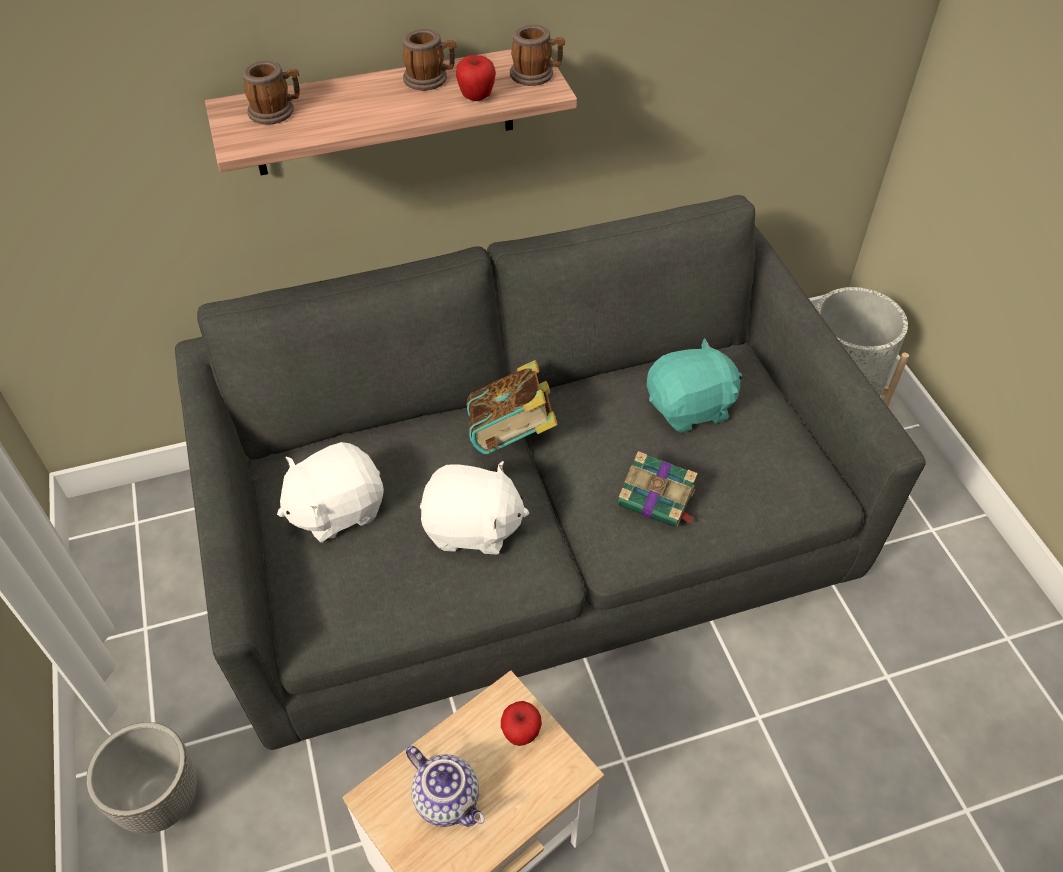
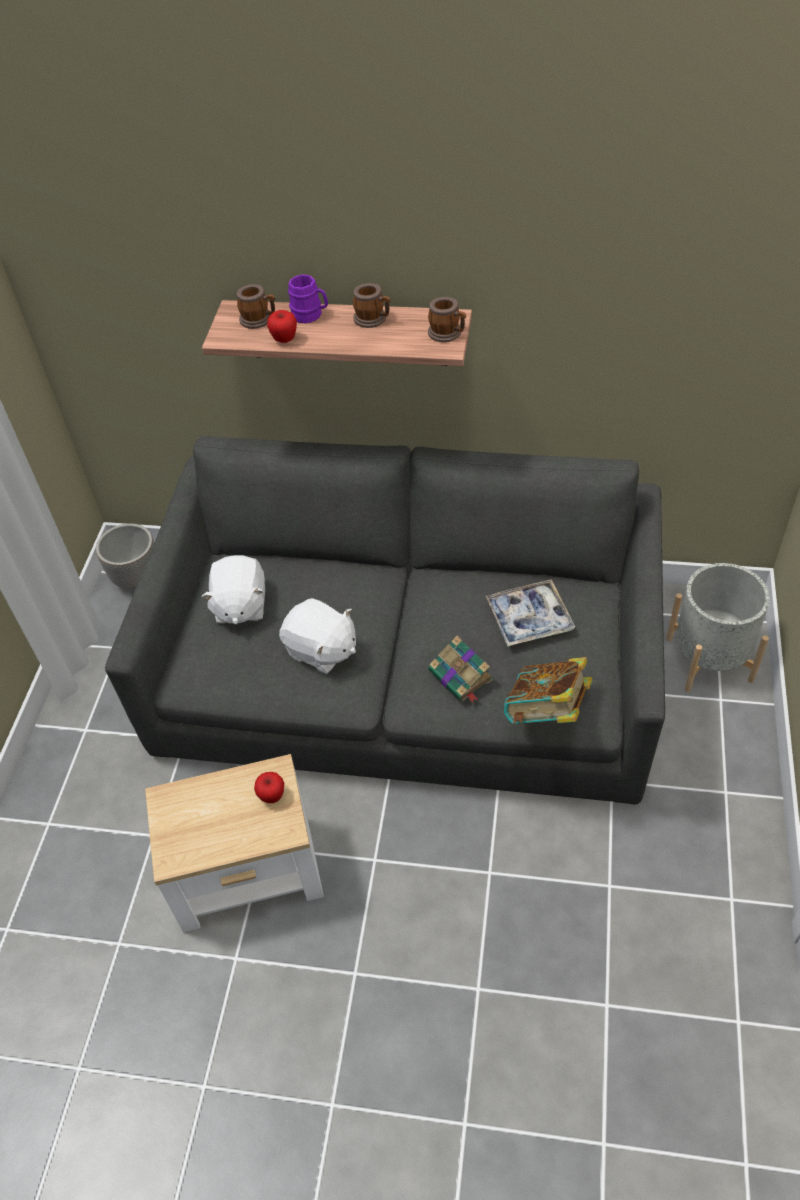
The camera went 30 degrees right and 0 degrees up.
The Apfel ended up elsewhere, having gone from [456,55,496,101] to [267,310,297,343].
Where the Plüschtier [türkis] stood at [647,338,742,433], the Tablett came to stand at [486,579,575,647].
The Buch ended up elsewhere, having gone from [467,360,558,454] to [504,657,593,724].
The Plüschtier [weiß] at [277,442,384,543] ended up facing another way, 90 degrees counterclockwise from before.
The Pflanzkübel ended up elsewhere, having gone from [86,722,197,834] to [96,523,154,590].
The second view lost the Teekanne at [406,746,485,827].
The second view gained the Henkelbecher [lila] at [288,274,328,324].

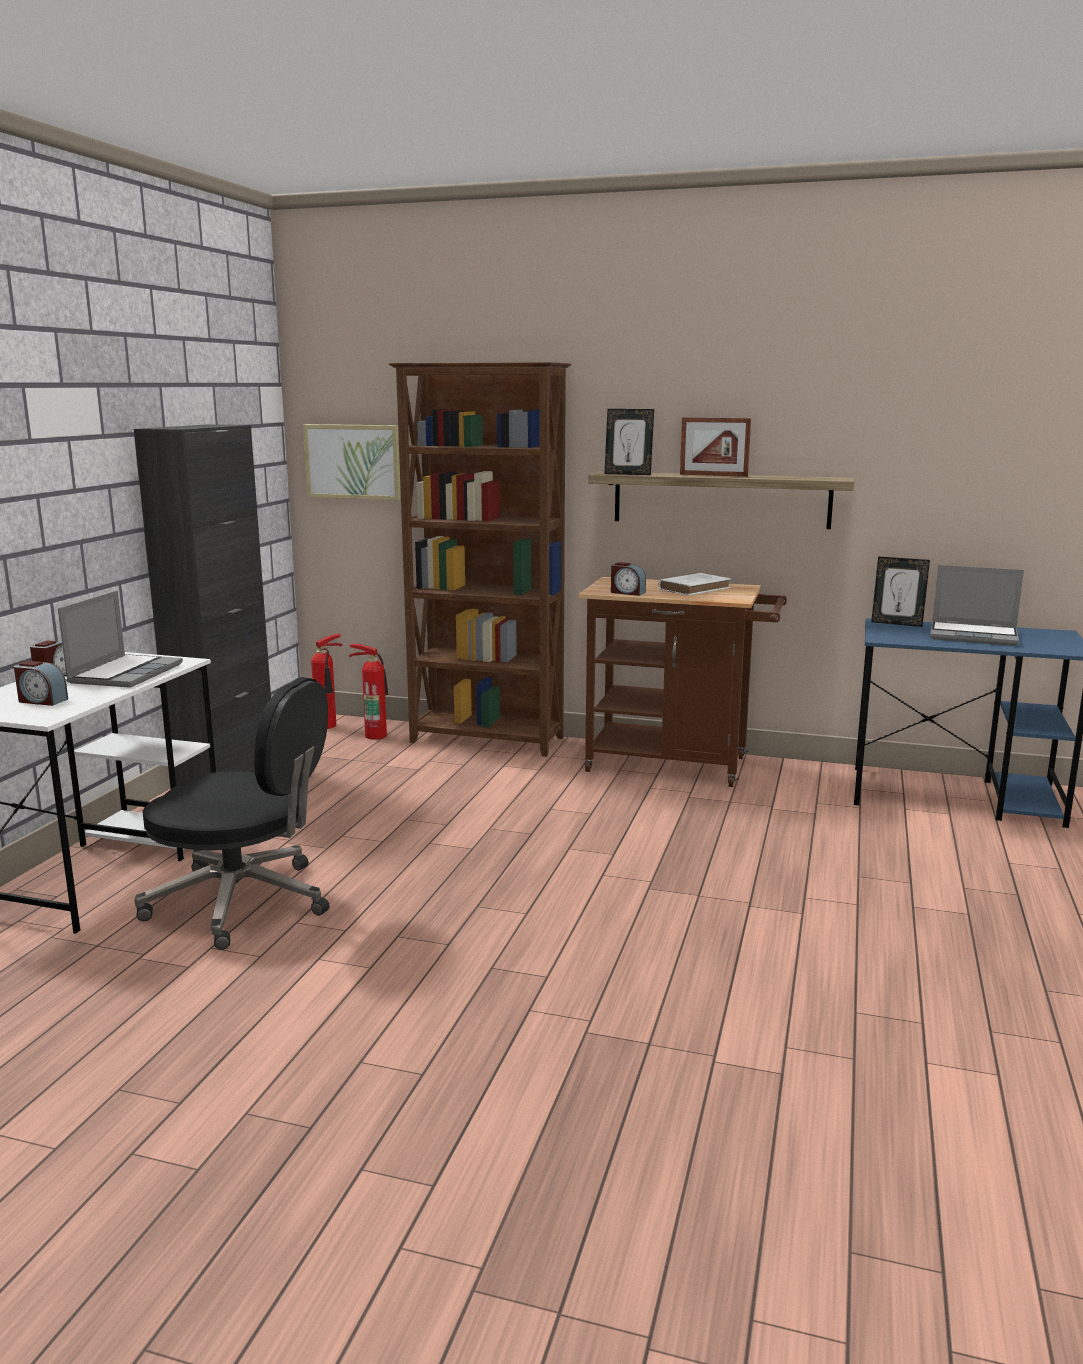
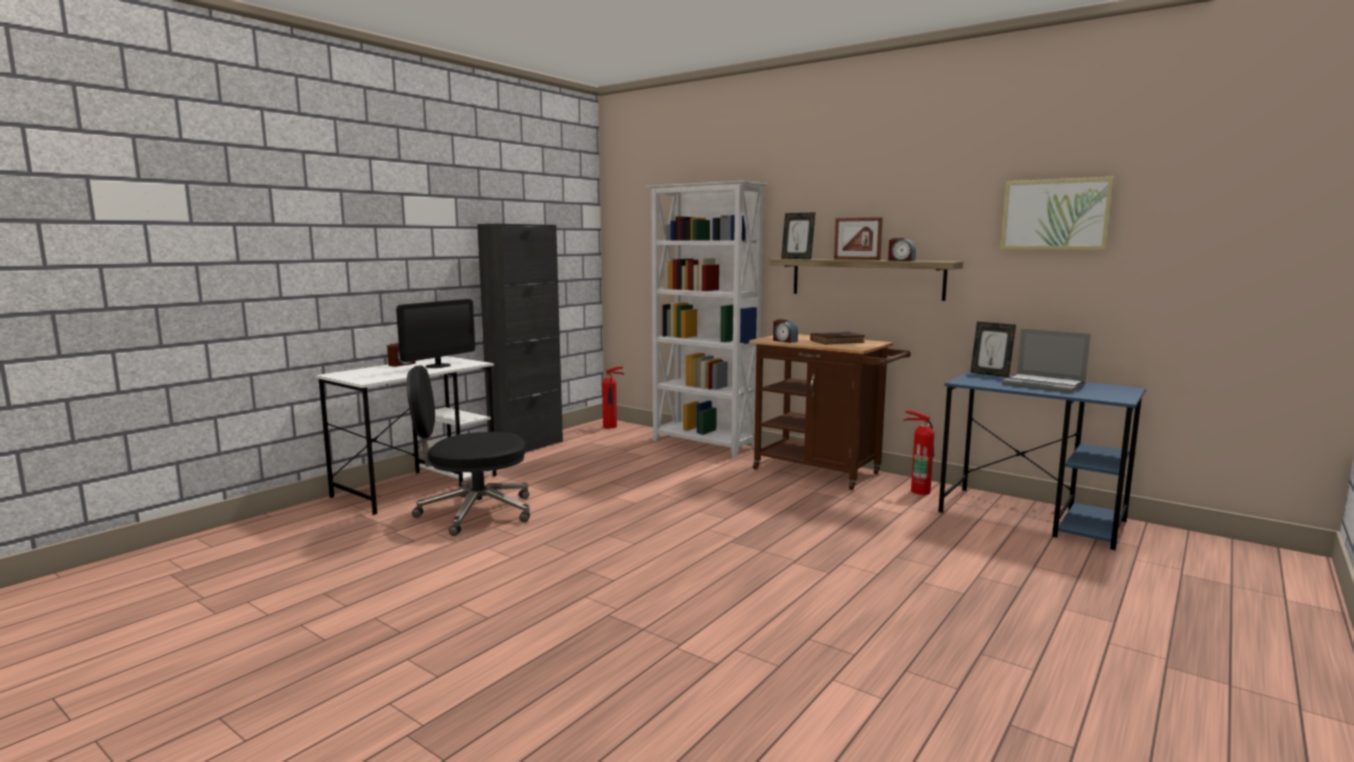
The camera went 20 degrees right and 5 degrees down.
What was the Bücherregal [braun] at [389,362,571,757] turned into the Bücherregal [weiß] at [646,181,767,458].
The Bild ended up elsewhere, having gone from [303,424,401,500] to [1000,177,1115,250].
What was the Buch [weiß] at [658,573,730,596] turned into the Buch [braun] at [810,332,865,344].
Where the Laptop stood at [58,590,183,688], the Monitor came to stand at [396,299,475,368].
The Feuerlöscher ended up elsewhere, having gone from [349,644,388,740] to [904,410,934,495].
The Wecker ended up elsewhere, having gone from [14,661,68,706] to [888,238,916,261].
The Bürostuhl [schwarz] at [134,677,330,950] ended up facing another way, 135 degrees clockwise from before.

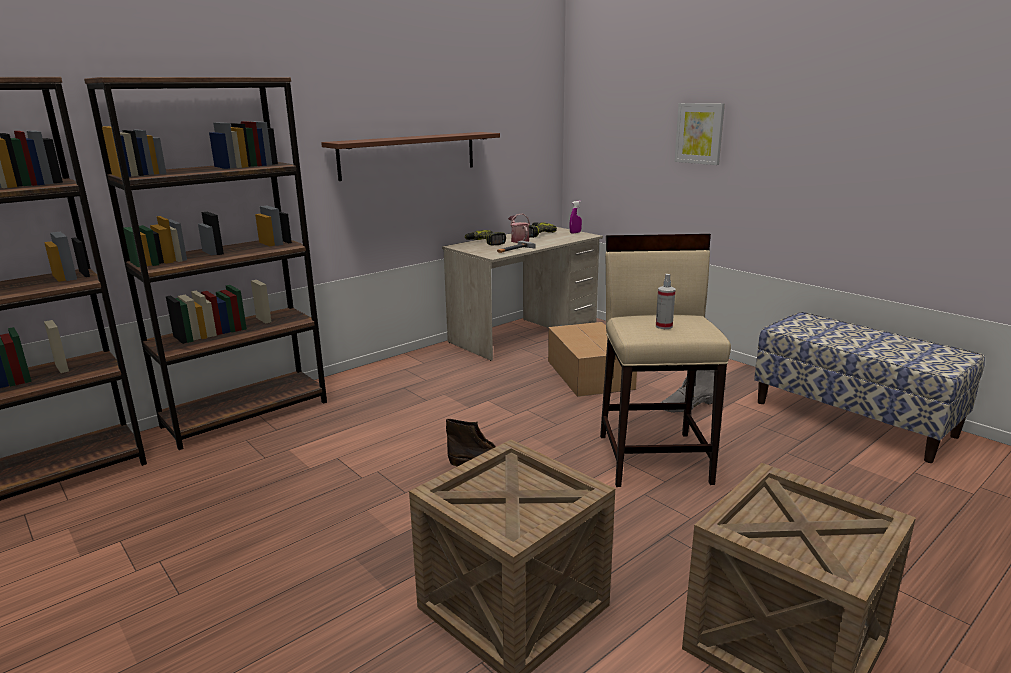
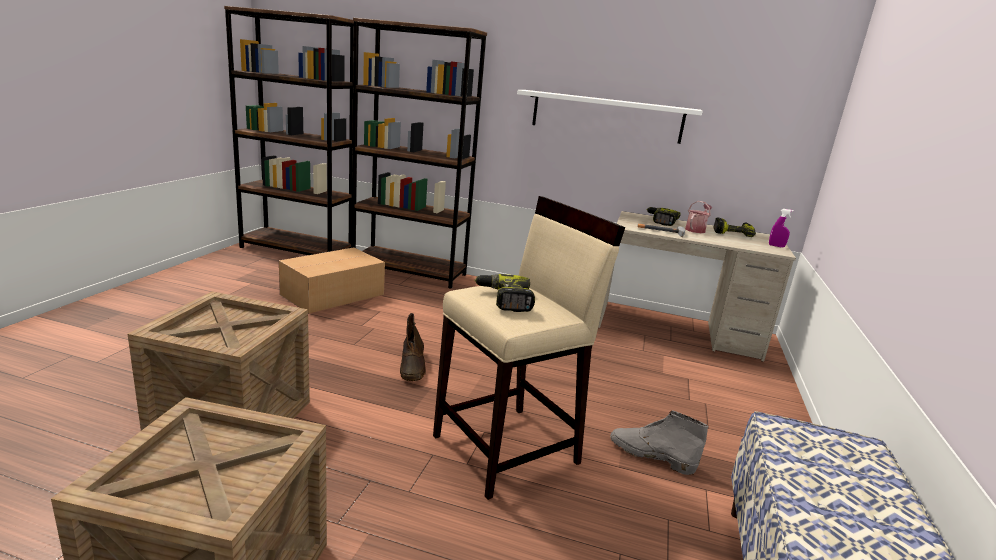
The camera went 55 degrees right and 0 degrees up.
The second view lost the Bild at [674,103,725,165].
What was the Wandregal [braun] at [321,132,500,181] turned into the Wandregal [weiß] at [517,90,703,144].
Where the Sprühflasche stood at [656,274,676,329], the Bohrmaschine came to stand at [474,274,535,312].
The Karton ended up elsewhere, having gone from [548,322,637,397] to [279,248,385,314].

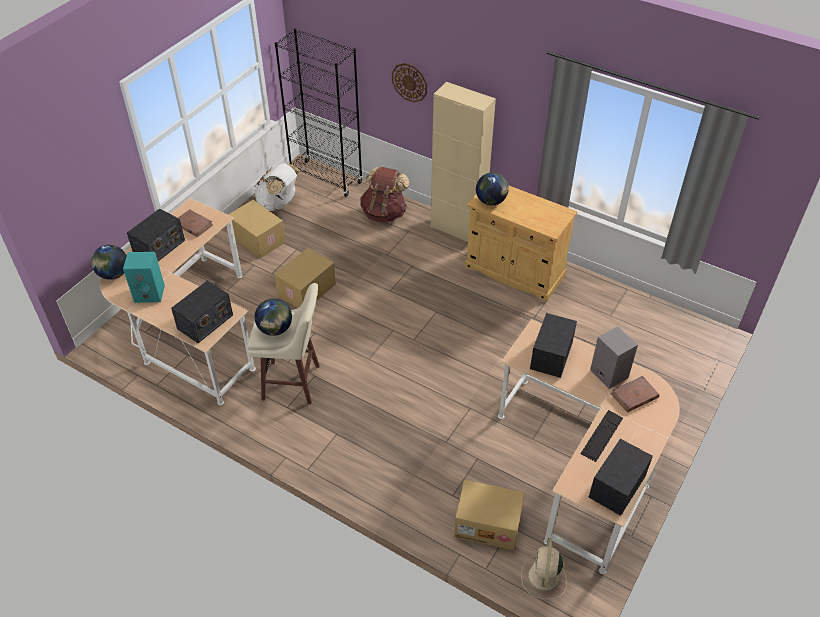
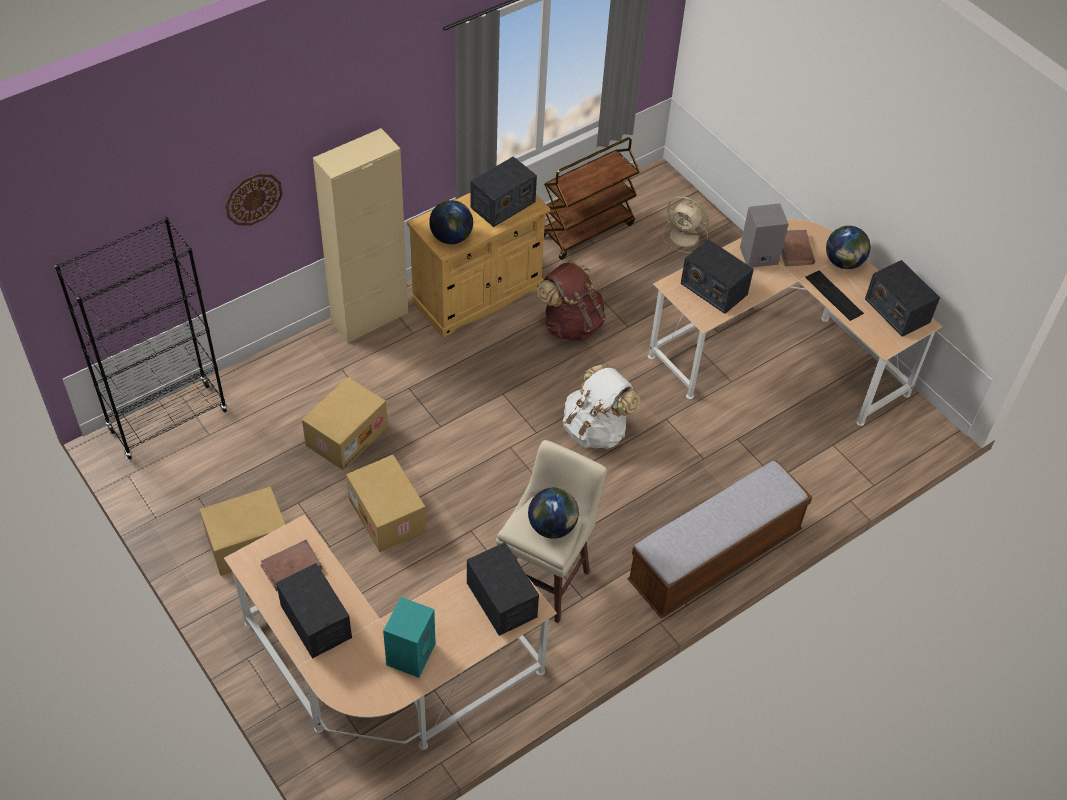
The camera went 70 degrees left and 5 degrees up.
The Rucksack [weiß] ended up elsewhere, having gone from [254,164,300,211] to [563,364,641,449].
The Rucksack [braun] ended up elsewhere, having gone from [360,167,409,223] to [536,260,606,341].
The Globus ended up elsewhere, having gone from [91,245,127,280] to [826,226,870,269].
The Karton ended up elsewhere, having gone from [454,480,524,550] to [302,377,388,470].
The Ventilator [beige] ended up elsewhere, having gone from [521,538,567,599] to [662,196,709,253].
The second view gained the Rollwagen [braun] at [544,137,640,260].
The second view gained the Radio at [470,156,537,227].
The second view gained the Bank at [628,460,812,619].

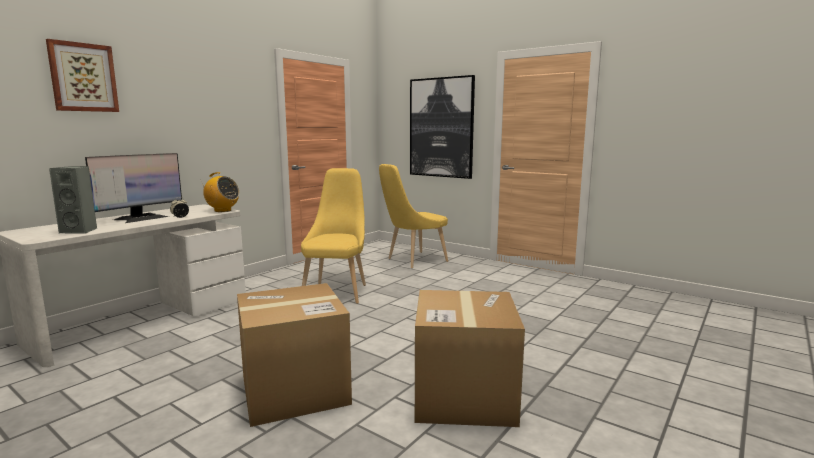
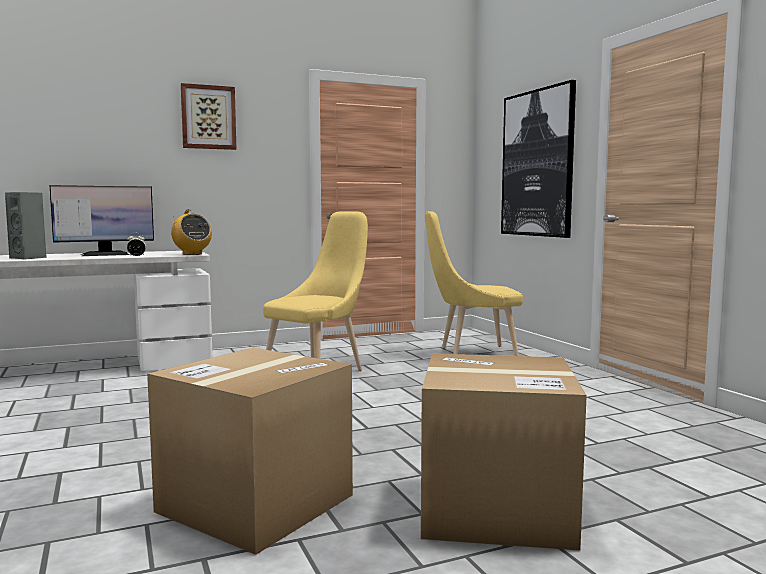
The camera went 30 degrees right and 5 degrees down.
The Bild ended up elsewhere, having gone from [46,39,119,112] to [181,83,236,150].
The Karton ended up elsewhere, having gone from [237,283,352,427] to [421,353,587,551].

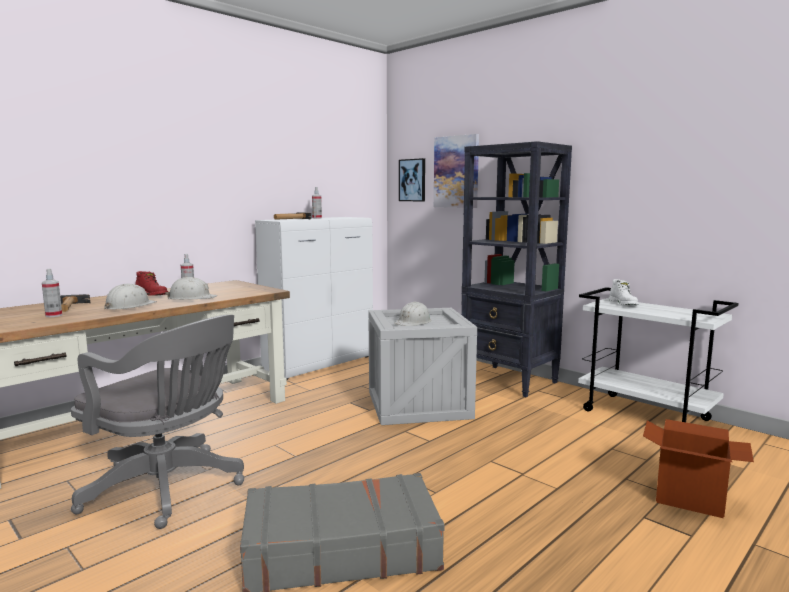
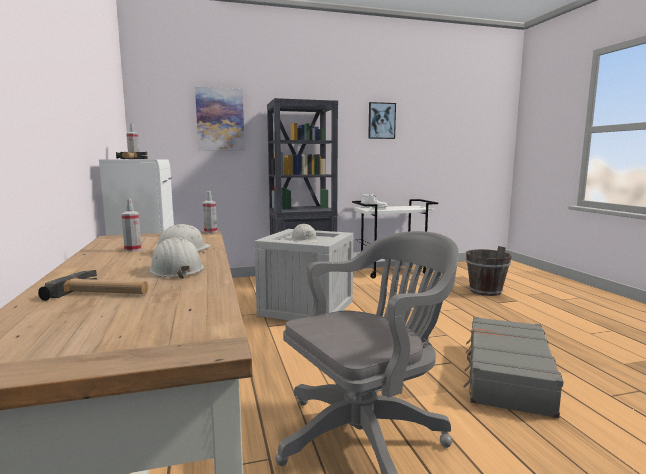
The camera went 60 degrees left and 0 degrees up.
The Bild ended up elsewhere, having gone from [399,158,425,201] to [368,102,396,139].
The Sprühflasche ended up elsewhere, having gone from [42,269,62,317] to [203,191,217,233].
The second view lost the Stiefel [rot] at [135,271,168,296].
Where the Karton stood at [643,419,754,518], the Eimer [braun] came to stand at [466,246,512,296].

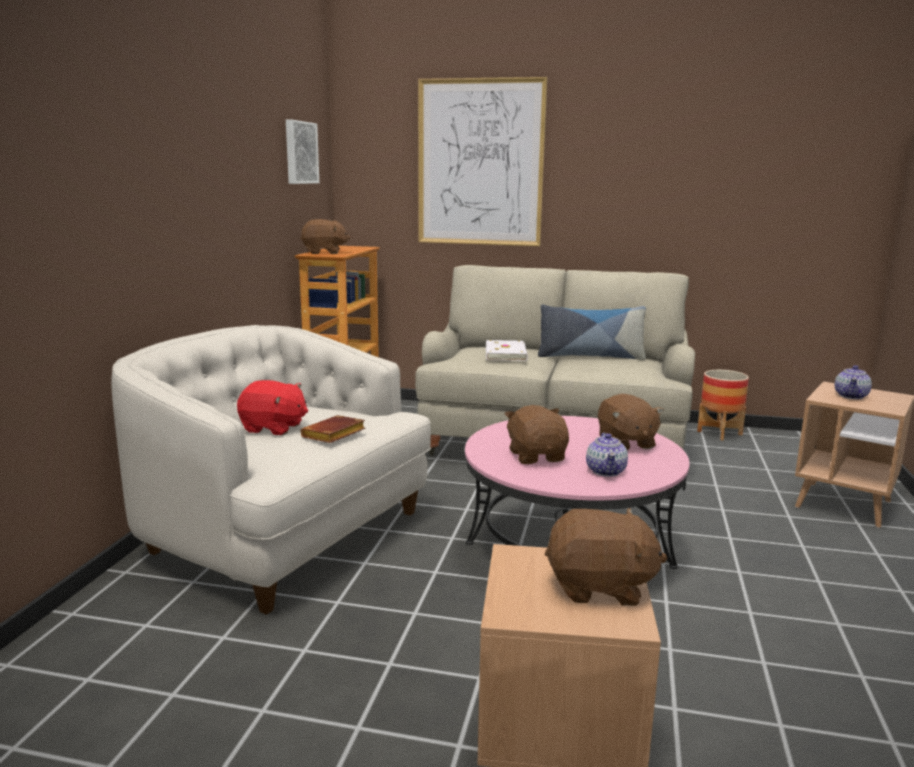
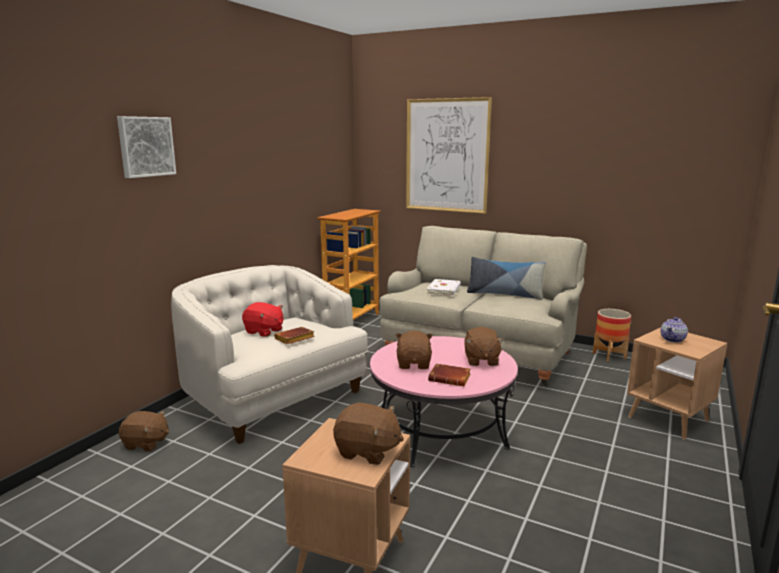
The camera went 15 degrees right and 0 degrees up.
The Bild ended up elsewhere, having gone from [286,120,319,184] to [117,116,176,178].
The Plüschtier [braun] ended up elsewhere, having gone from [300,219,350,254] to [119,411,169,451].
Where the Teekanne stood at [586,433,628,477], the Buch [braun] came to stand at [428,363,471,386].

